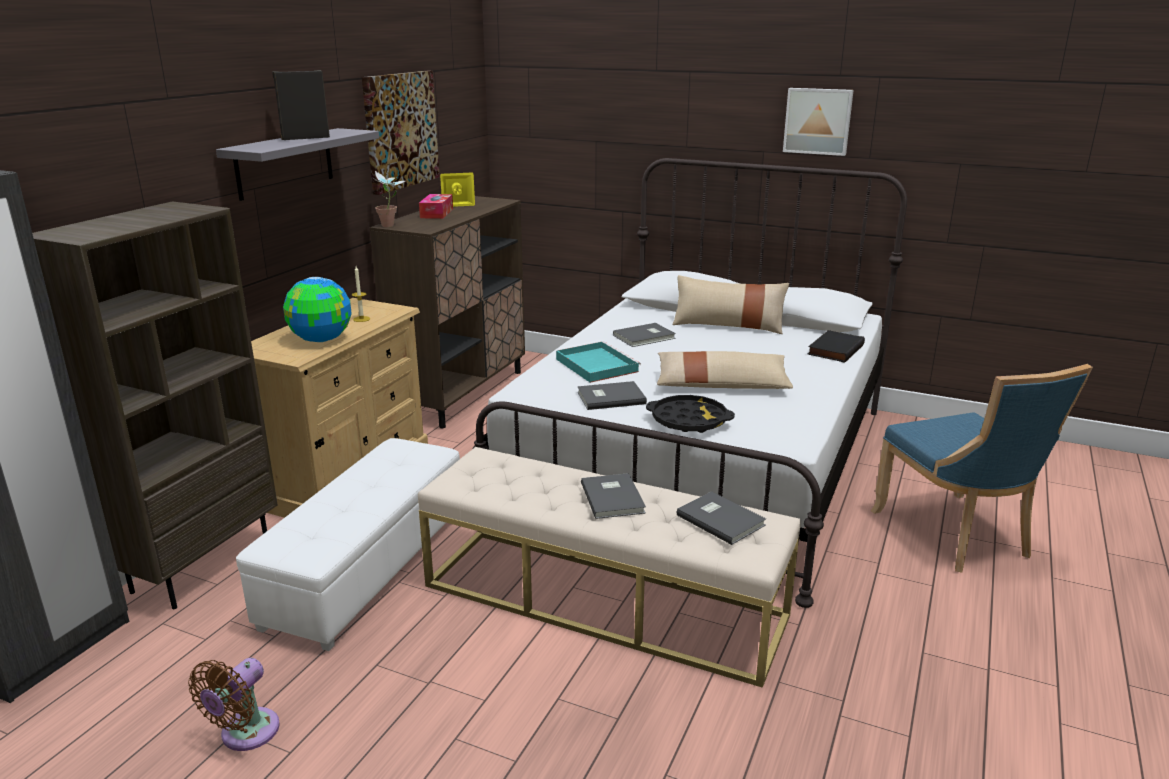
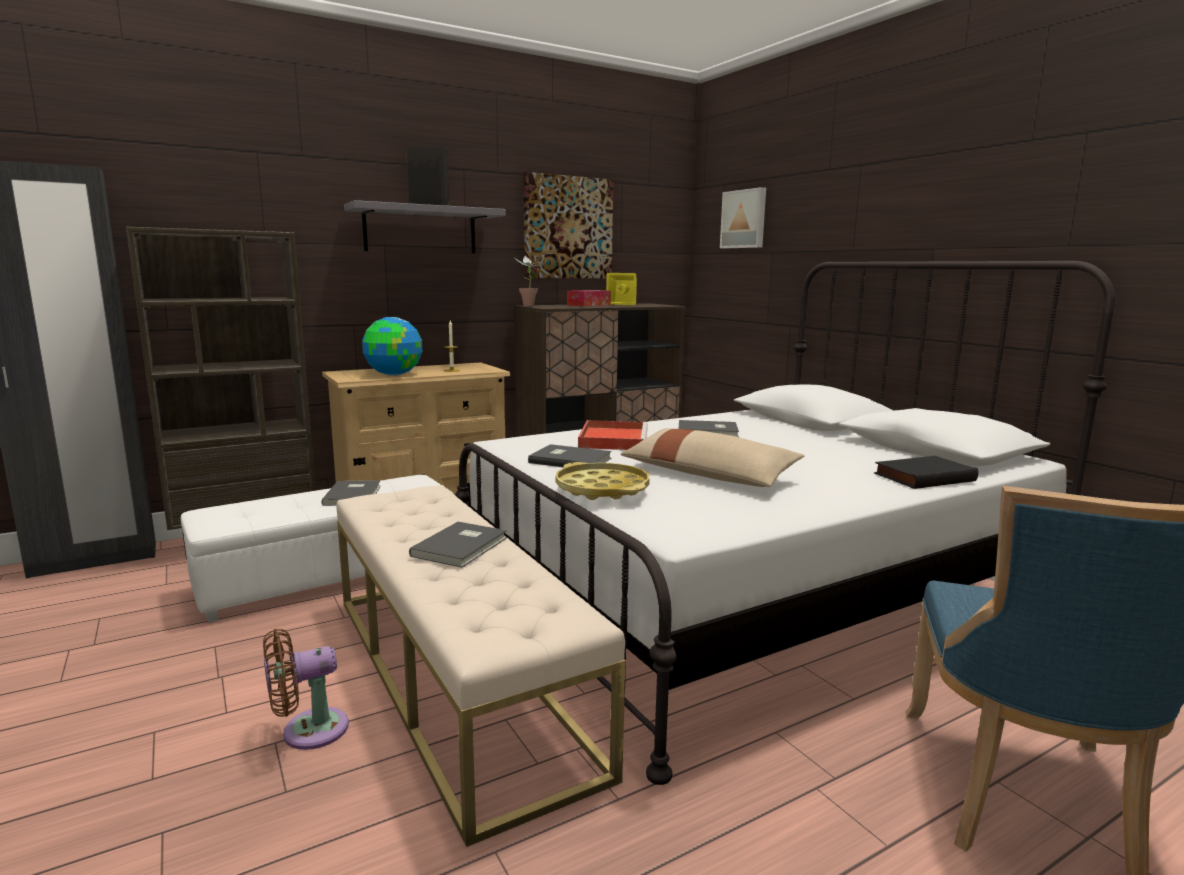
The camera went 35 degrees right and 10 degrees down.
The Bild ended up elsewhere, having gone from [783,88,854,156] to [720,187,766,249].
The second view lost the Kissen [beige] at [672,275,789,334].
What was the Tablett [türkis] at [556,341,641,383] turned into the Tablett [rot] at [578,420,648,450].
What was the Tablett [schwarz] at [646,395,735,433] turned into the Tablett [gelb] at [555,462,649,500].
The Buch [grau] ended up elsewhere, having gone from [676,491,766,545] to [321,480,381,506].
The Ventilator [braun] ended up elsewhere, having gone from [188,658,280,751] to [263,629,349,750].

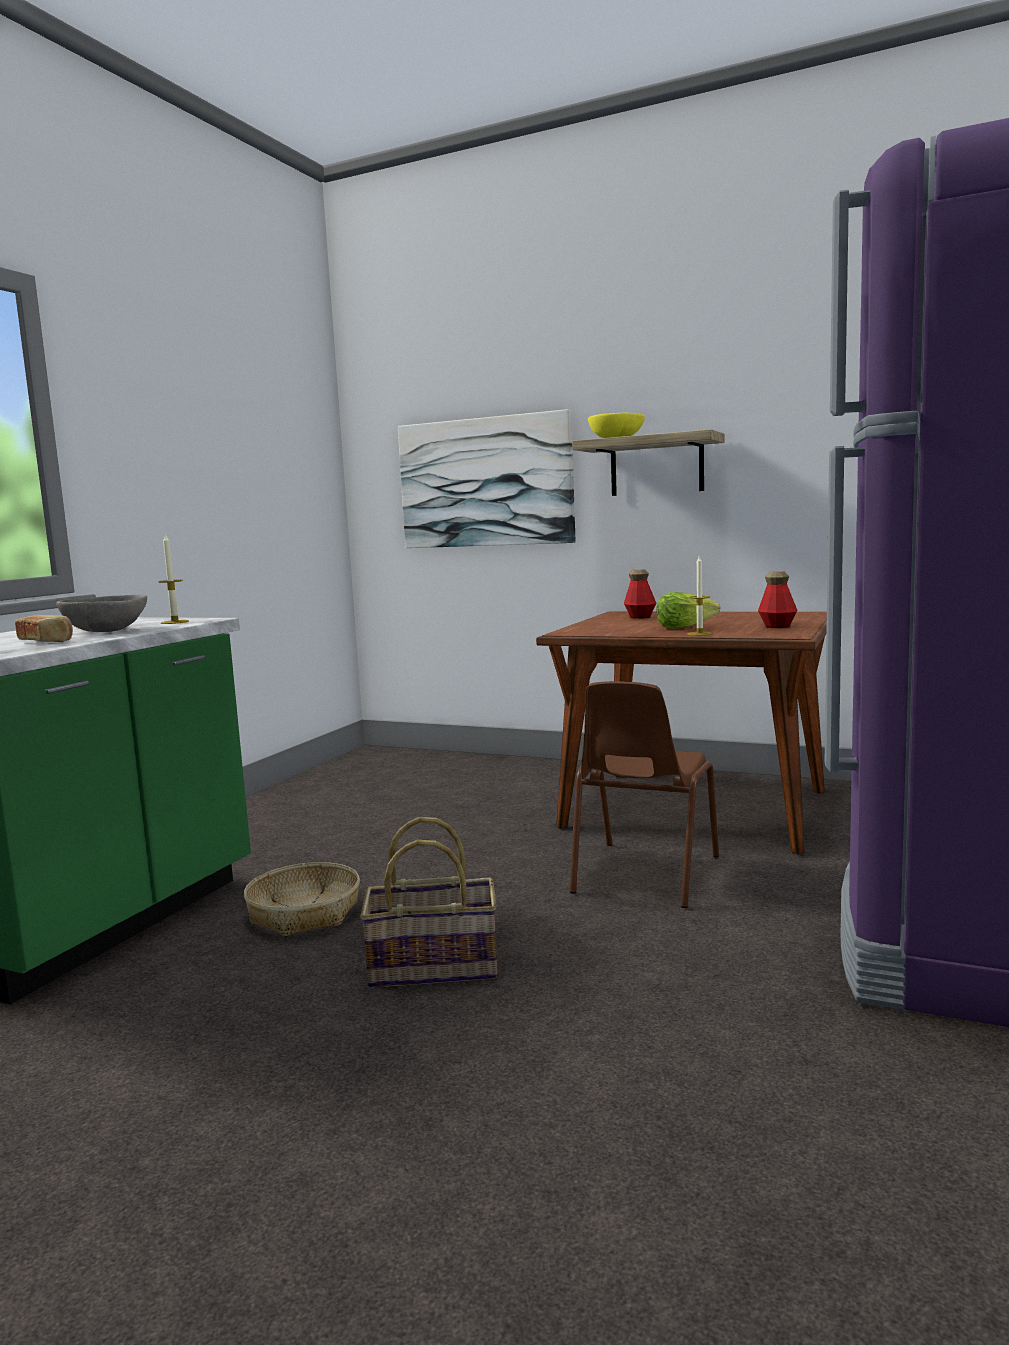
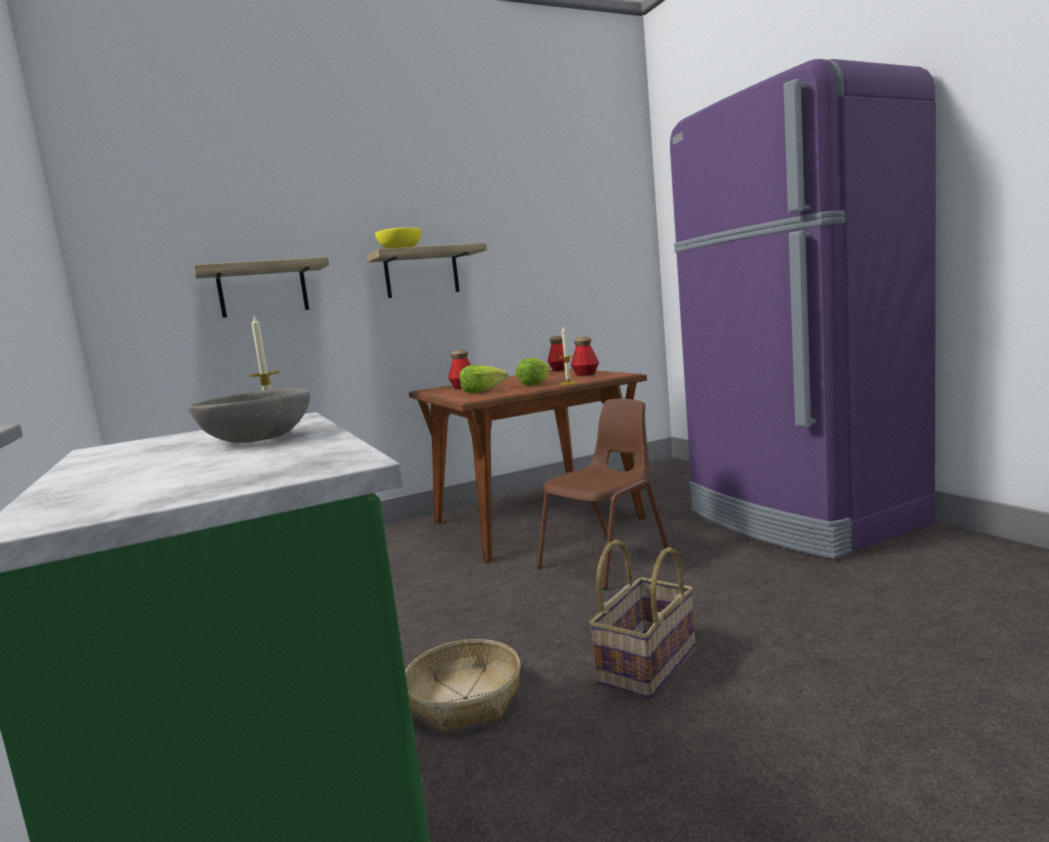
The camera went 50 degrees left and 0 degrees up.
Where the Bild hung at [398,409,576,548], the Wandregal came to hang at [194,257,329,318].
The second view lost the Brot at [15,615,73,642].
The Stuhl [braun] at [570,681,719,908] ended up facing another way, 105 degrees counterclockwise from before.
The second view gained the Flasche at [548,336,570,371].
The second view gained the Salatkopf at [459,365,508,393].

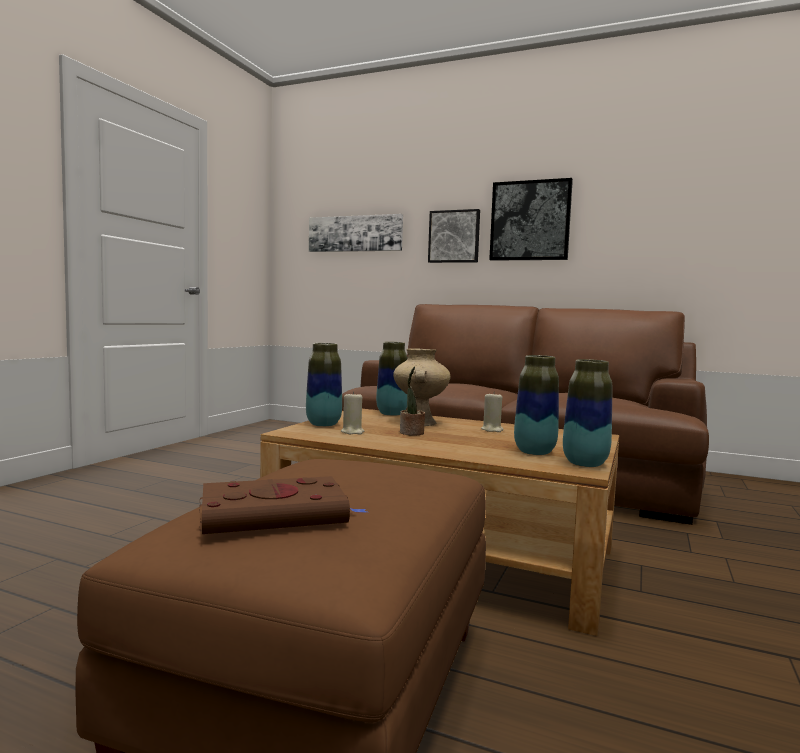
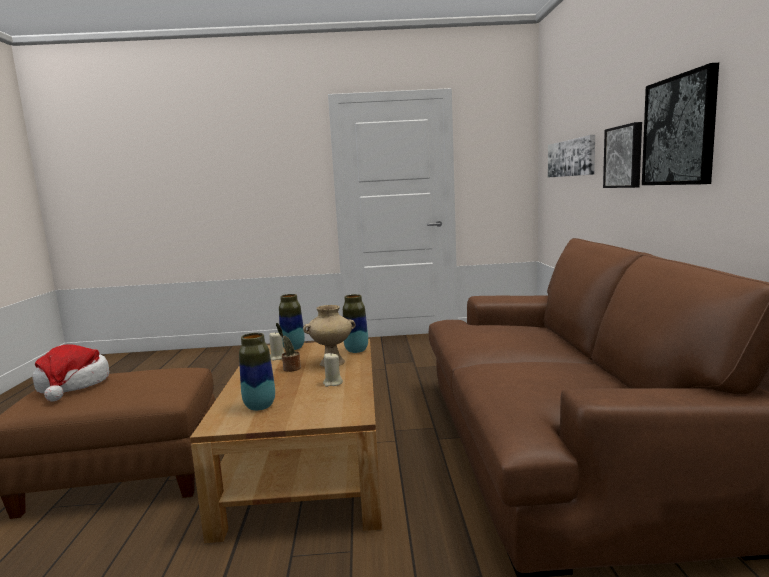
The camera went 65 degrees right and 5 degrees up.
The second view lost the Vase at [563,359,612,467].
Where the Buch [braun] stood at [199,476,367,534], the Hut came to stand at [32,344,109,402].

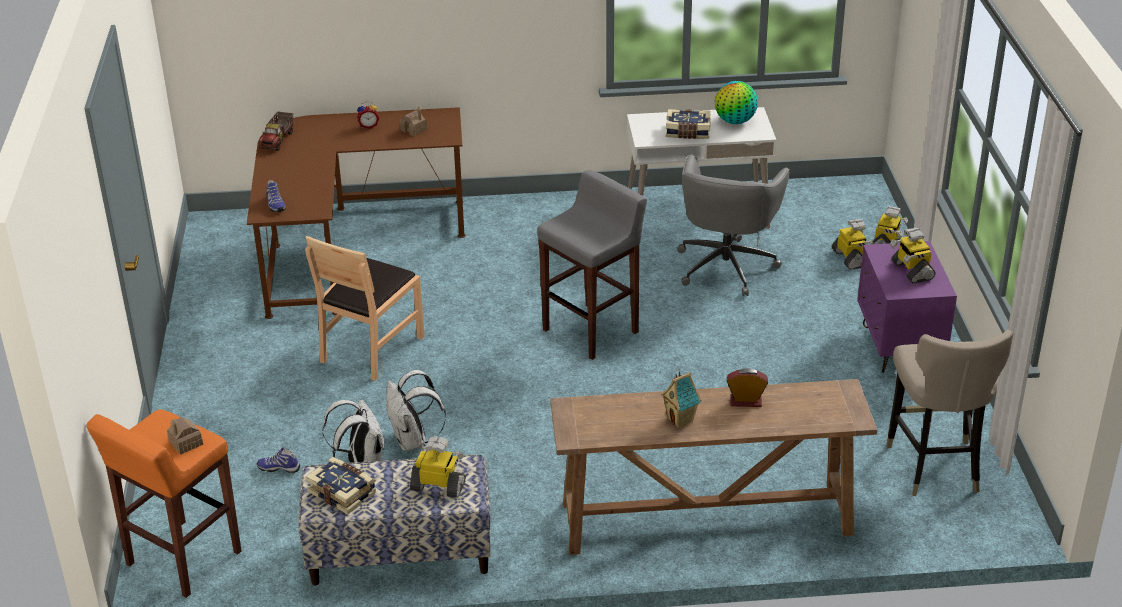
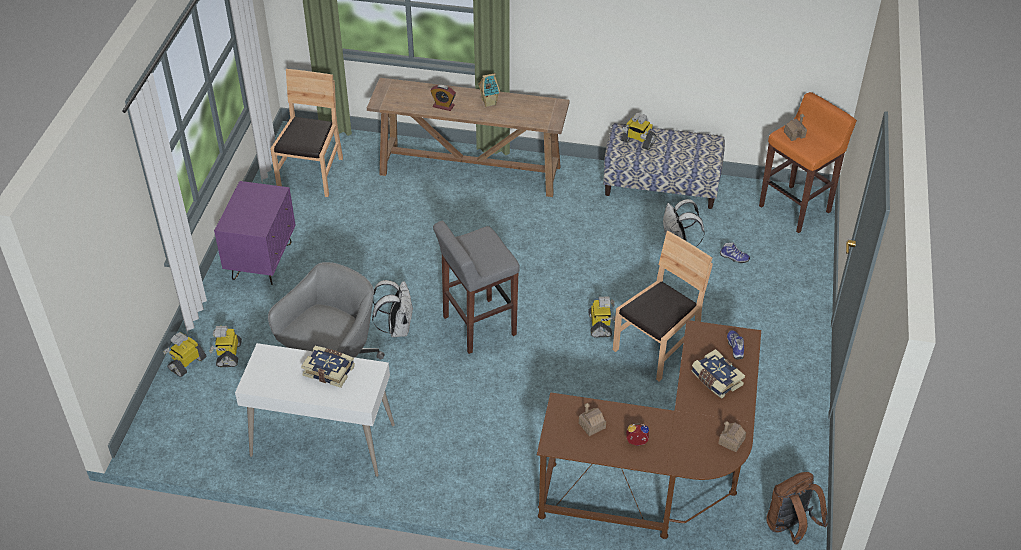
The camera went 165 degrees left and 10 degrees up.
The second view lost the Globus at [715,81,758,124].
Where the Spielzeuglaster stood at [259,111,294,151], the Spielzeughaus came to stand at [718,421,746,452].
The Spielzeugroboter ended up elsewhere, having gone from [890,228,936,283] to [588,296,615,337].
Where the Hocker [beige] stood at [886,330,1013,496], the Stuhl [braun] came to stand at [270,69,343,197].
The Rucksack [weiß] ended up elsewhere, having gone from [386,370,446,451] to [372,280,413,337].
The Buch ended up elsewhere, having gone from [305,457,376,515] to [691,349,745,399].
The second view gained the Rucksack [braun] at [766,472,828,544].

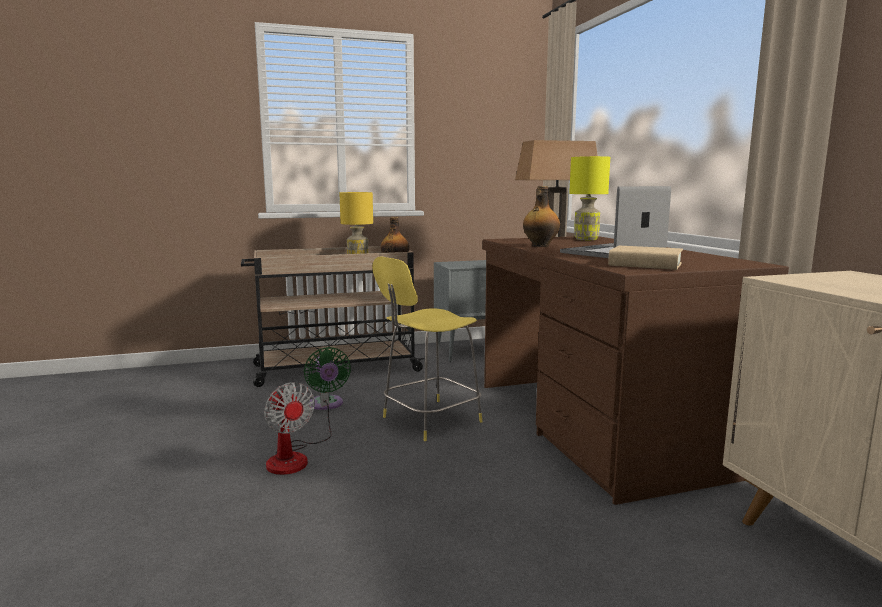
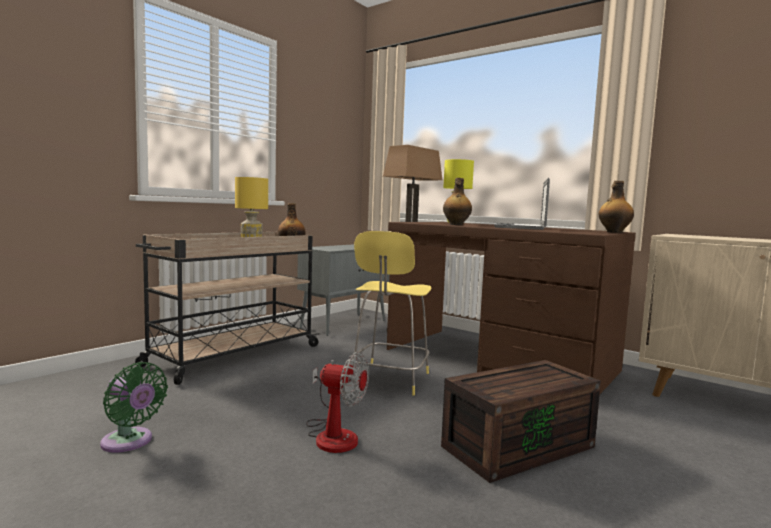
The camera went 35 degrees left and 5 degrees down.
The second view lost the Buch [beige] at [608,246,683,270].
The Ventilator [grün] ended up elsewhere, having gone from [304,347,351,410] to [100,362,168,453].
The second view gained the Flasche at [598,181,634,233].
The second view gained the Aufbewahrungsbox [braun] at [441,360,601,483].

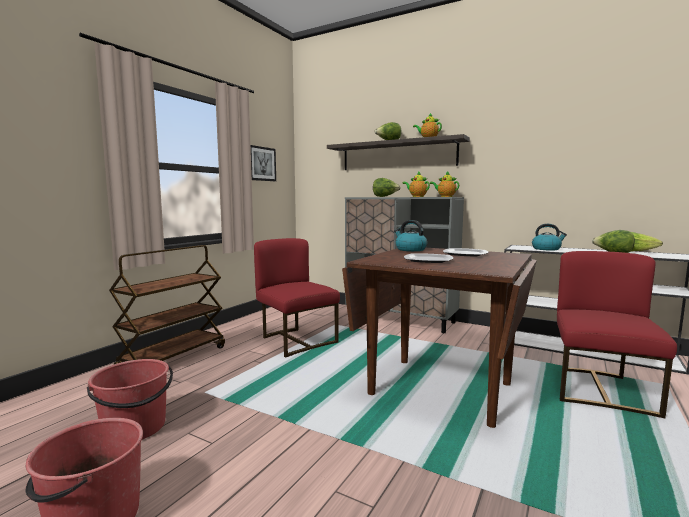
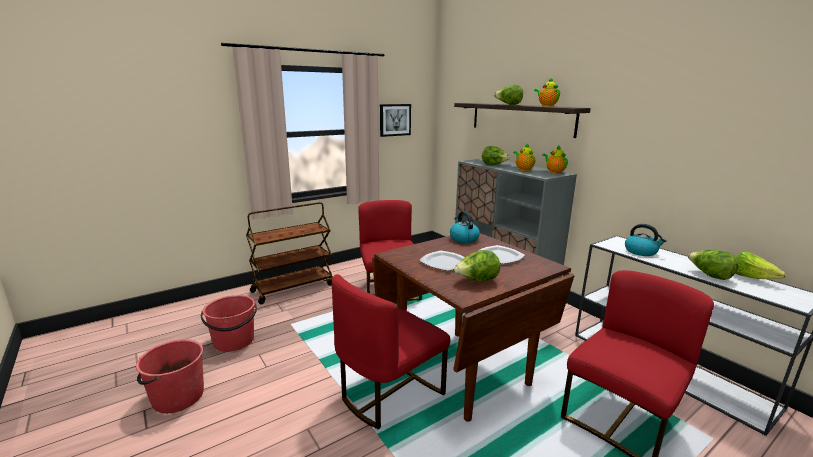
The camera went 25 degrees right and 10 degrees up.
The second view gained the Salatkopf at [454,250,500,282].
The second view gained the Stuhl [rot] at [332,274,450,429].

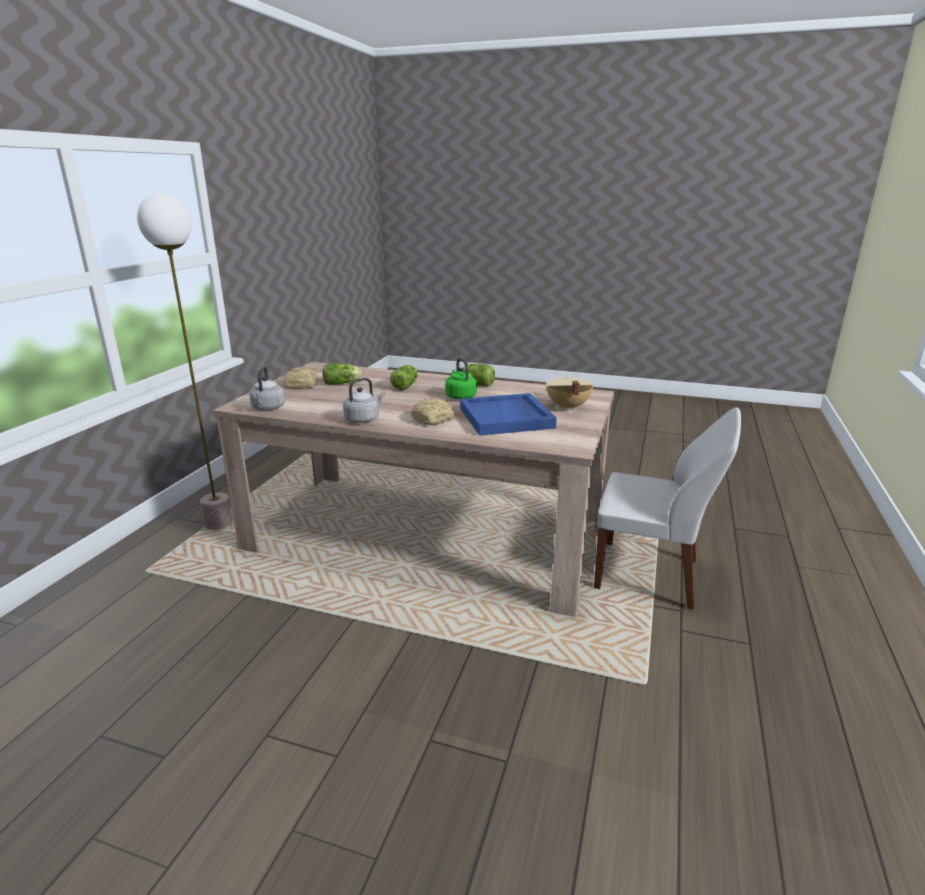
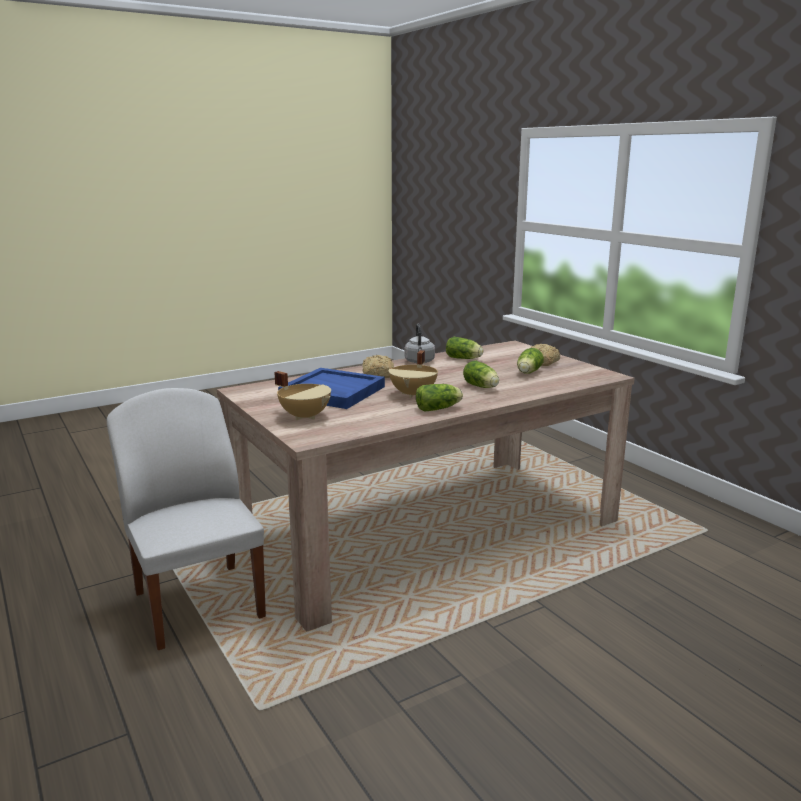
The camera went 130 degrees right and 5 degrees down.
The second view lost the Stehlampe at [137,193,233,530].
Where the Wasserkessel [grün] stood at [445,358,477,400], the Kochtopf [beige] came to stand at [389,350,438,398].
The second view lost the Wasserkessel [grau] at [249,366,285,410].
The Stuhl [weiß] at [594,407,741,610] ended up facing another way, 90 degrees clockwise from before.
The second view gained the Salatkopf at [446,337,483,359].

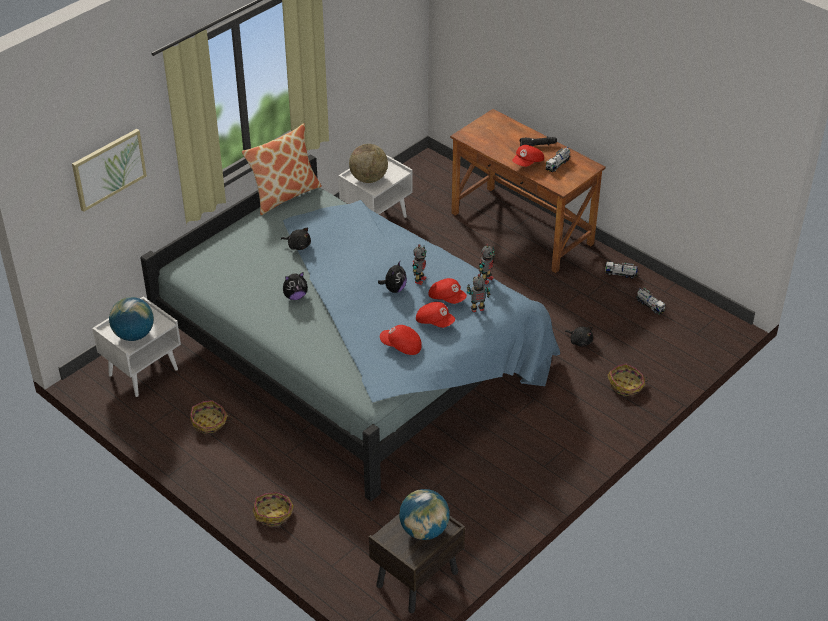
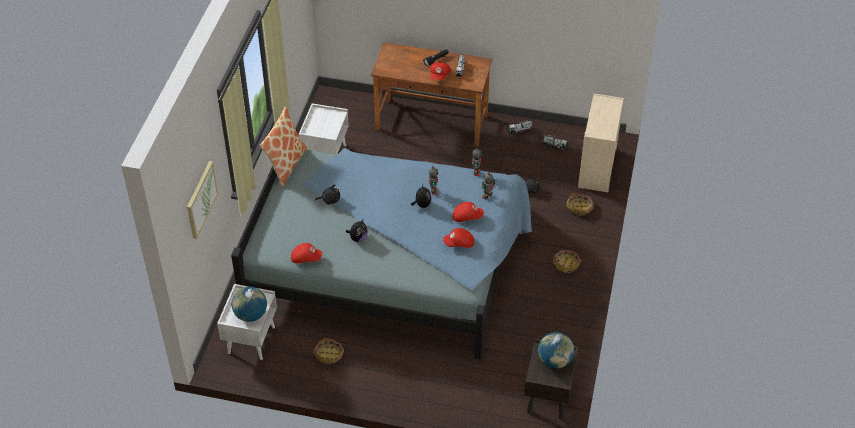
The camera went 30 degrees left and 5 degrees up.
The second view lost the Globus at [349,144,388,183].
The Kappe [rot] ended up elsewhere, having gone from [428,278,467,304] to [291,243,322,263].
The Korb ended up elsewhere, having gone from [253,492,294,526] to [553,250,581,273].
The second view gained the Kommode [beige] at [578,93,624,192].

